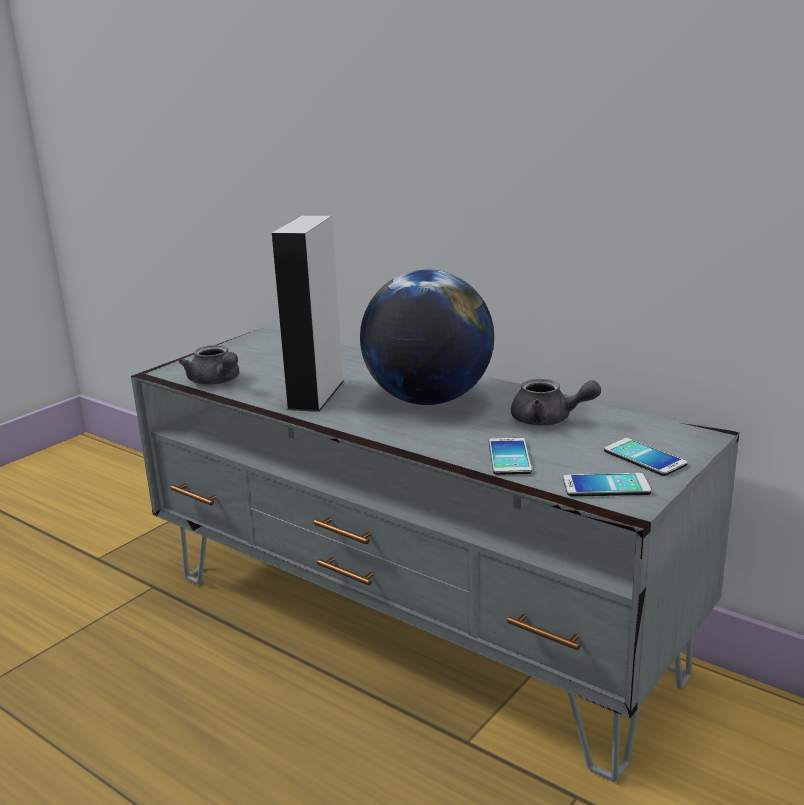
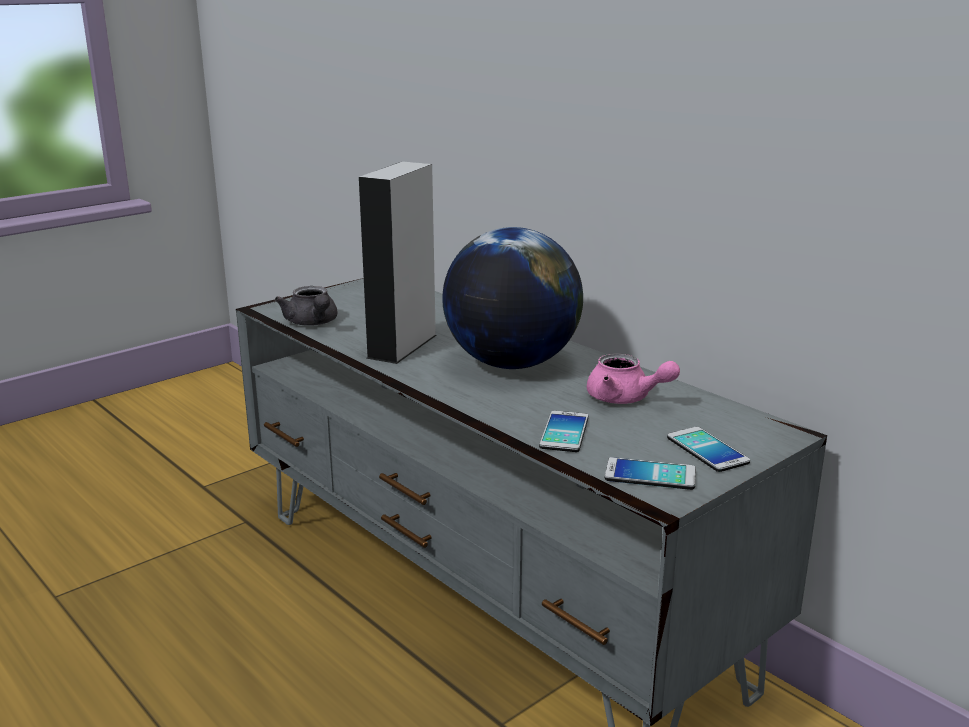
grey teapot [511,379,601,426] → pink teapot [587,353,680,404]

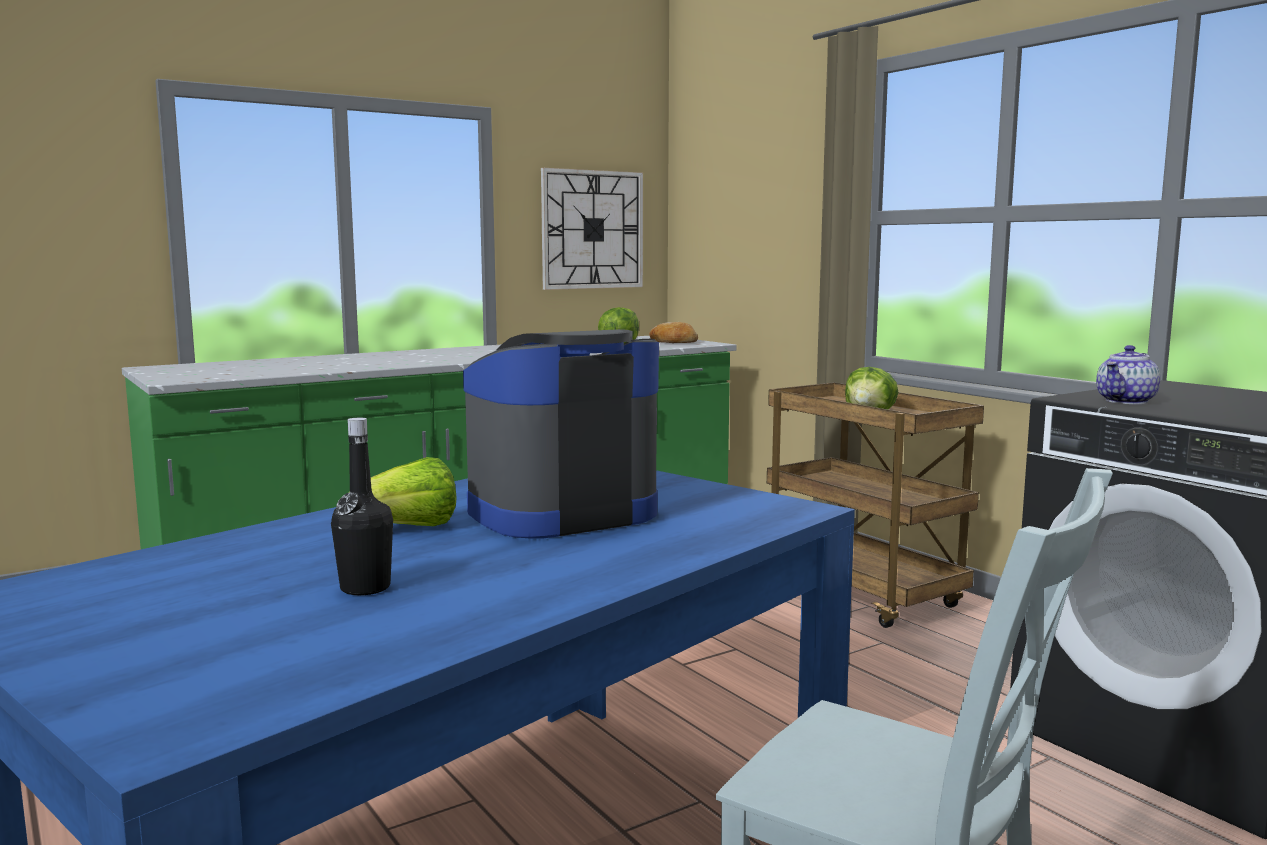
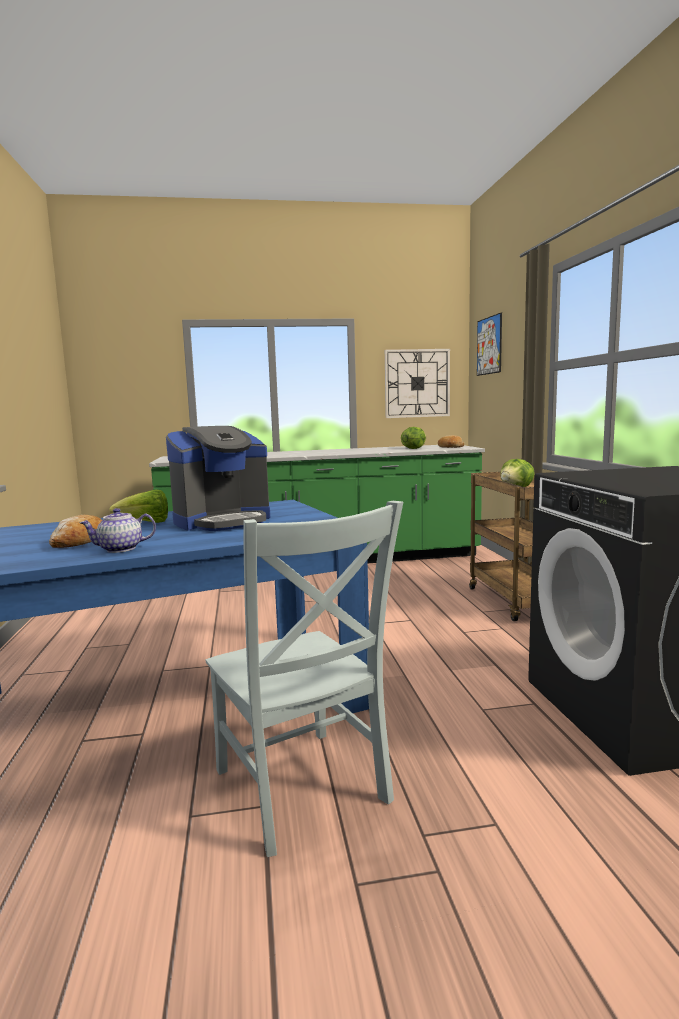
black bottle [331,418,393,595] → bread [49,515,102,548]
teapot [1096,345,1160,404] → teapot [80,508,156,553], move
coffee machine [463,329,659,538] → coffee machine [166,426,270,531], 150 degrees clockwise
- → picture [477,313,502,376]

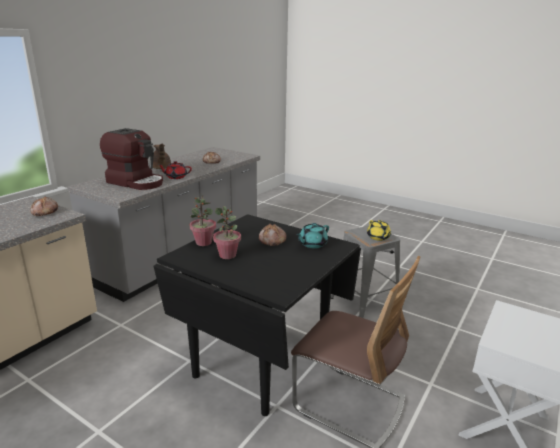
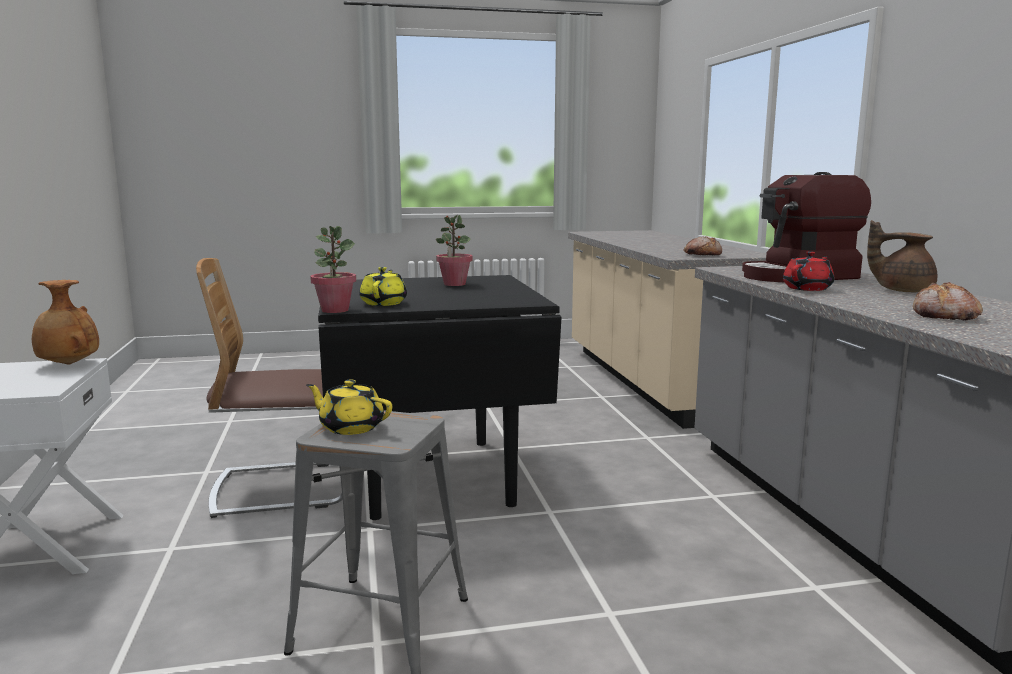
- → brown vase [32,280,99,365]
potted plant [190,196,216,246] → potted plant [310,226,356,313], move
turquoise teapot [296,223,329,248] → yellow teapot [360,267,407,306]
bread [259,224,286,246] → -

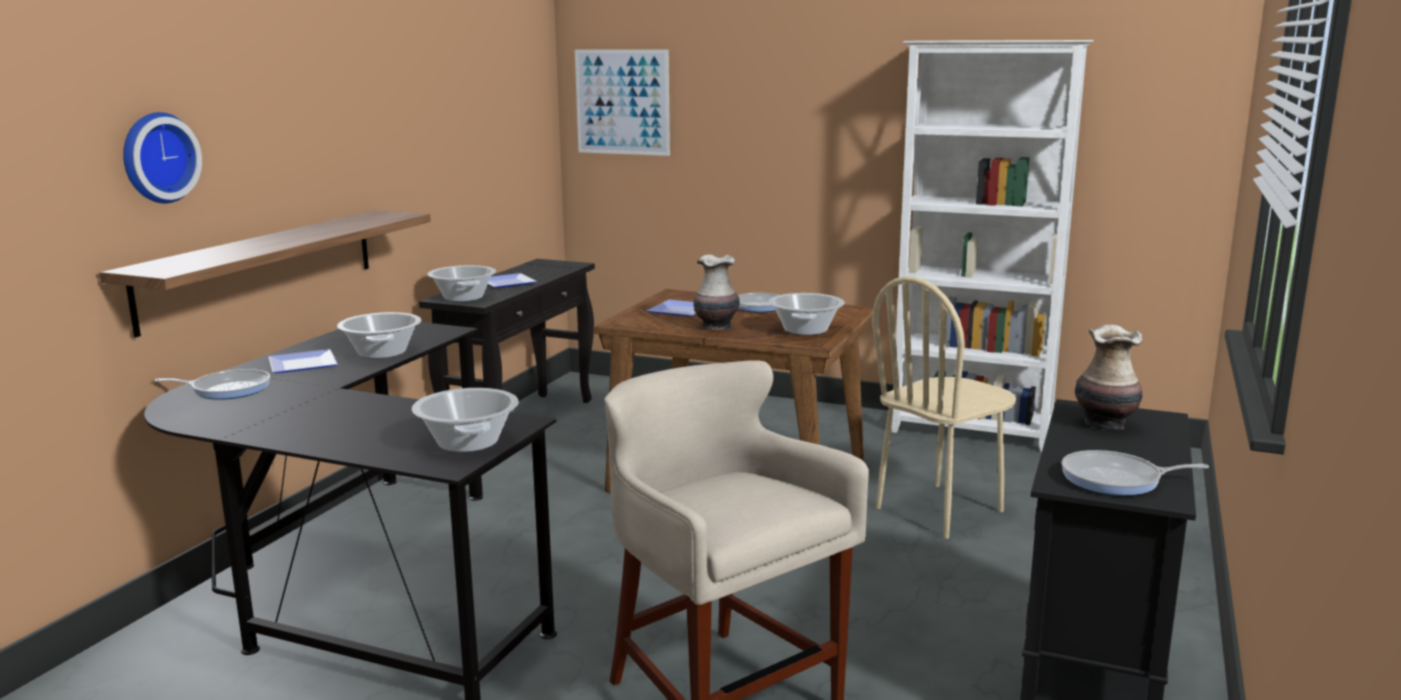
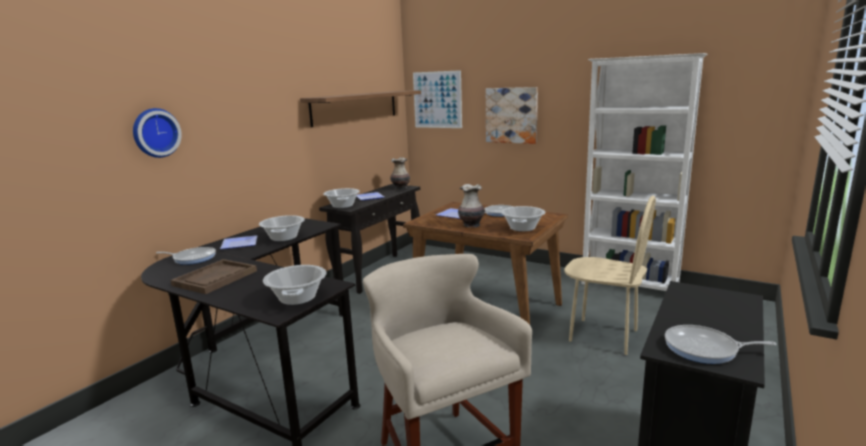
- → brown tray [170,259,257,294]
shelf [100,210,431,338] → shelf [300,90,421,127], move
vase [1075,324,1143,430] → vase [390,157,410,190], move
- → picture [486,87,538,144]
beige chair [872,276,1016,538] → beige chair [564,196,656,355], 120 degrees counterclockwise

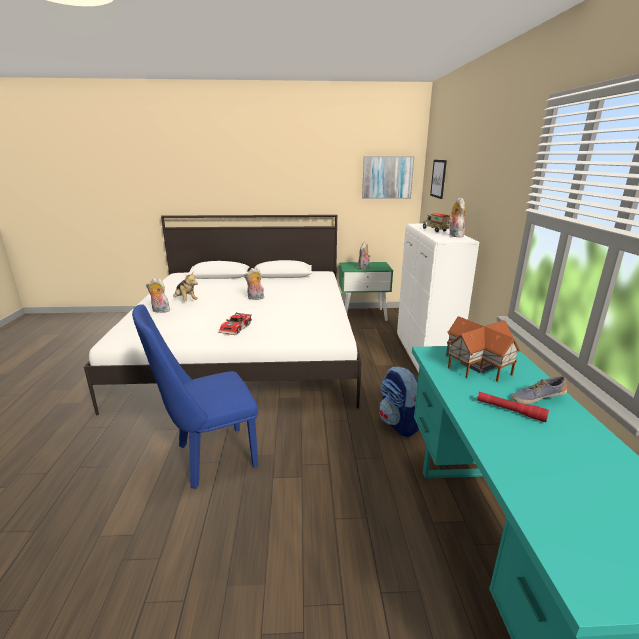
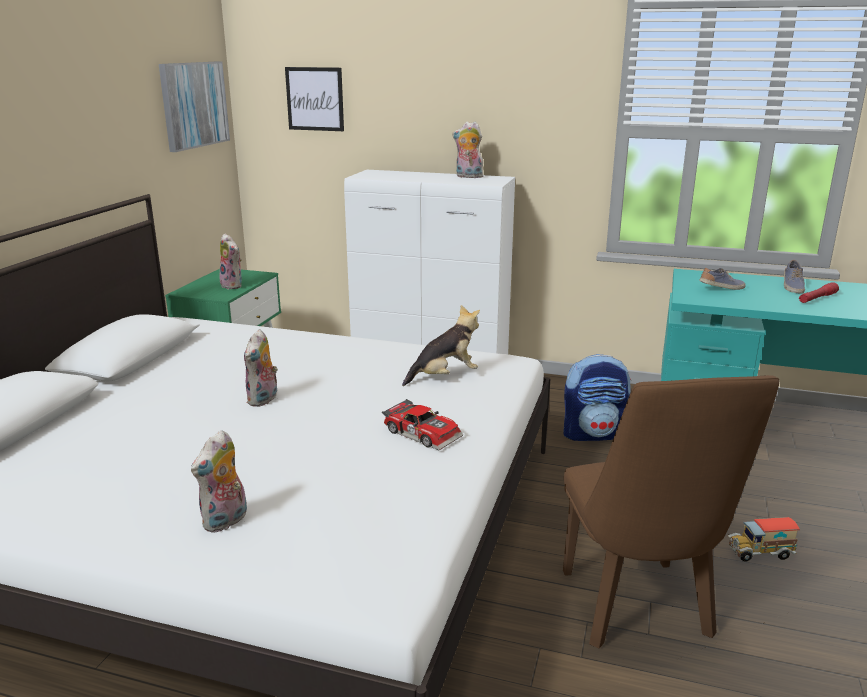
plush toy [173,273,198,301] → plush toy [402,305,480,386], move
blue chair [132,304,258,489] → brown chair [563,375,780,648]
toy house [446,316,521,382] → shoe [699,268,746,290]
toy truck [423,213,450,232] → toy truck [728,517,800,562], move

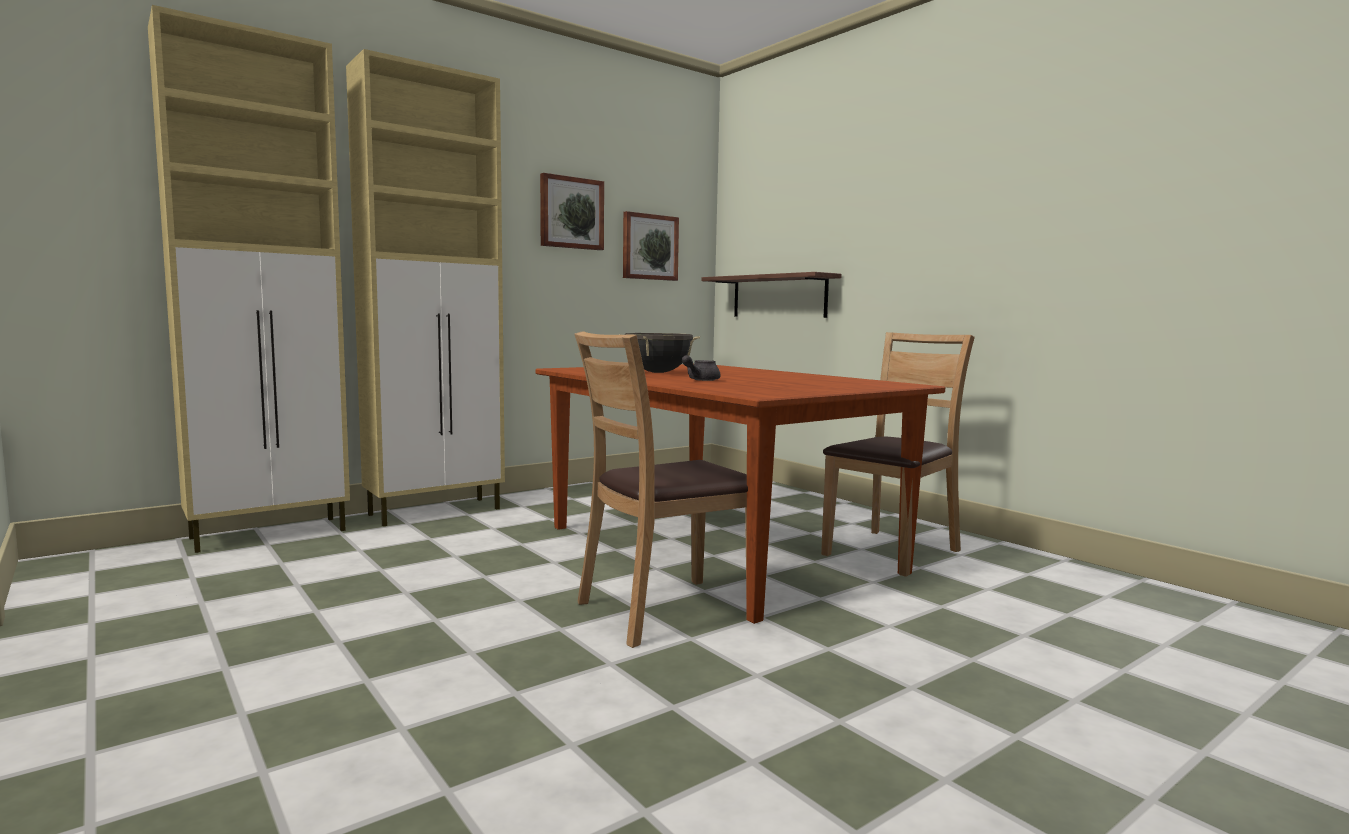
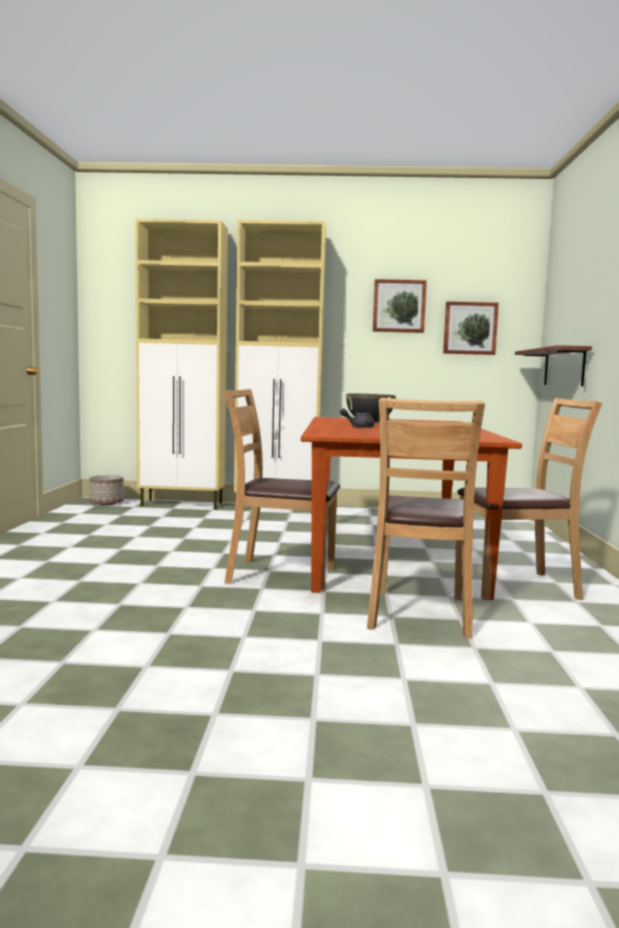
- → planter [89,475,124,505]
- → brown chair [367,398,485,638]

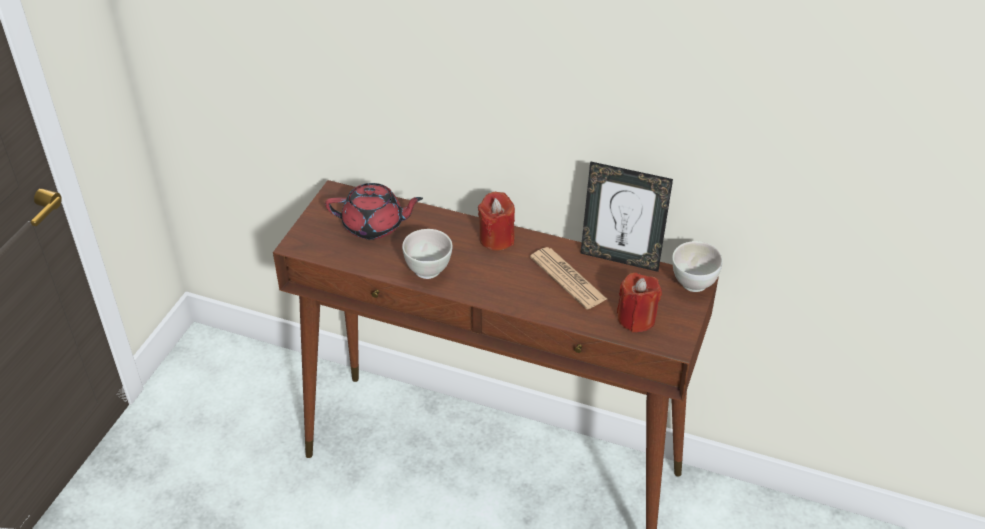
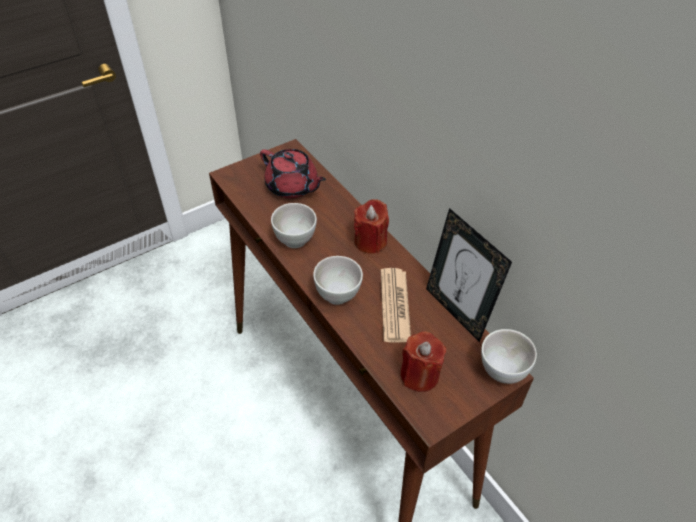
- → white bowl [313,256,363,305]

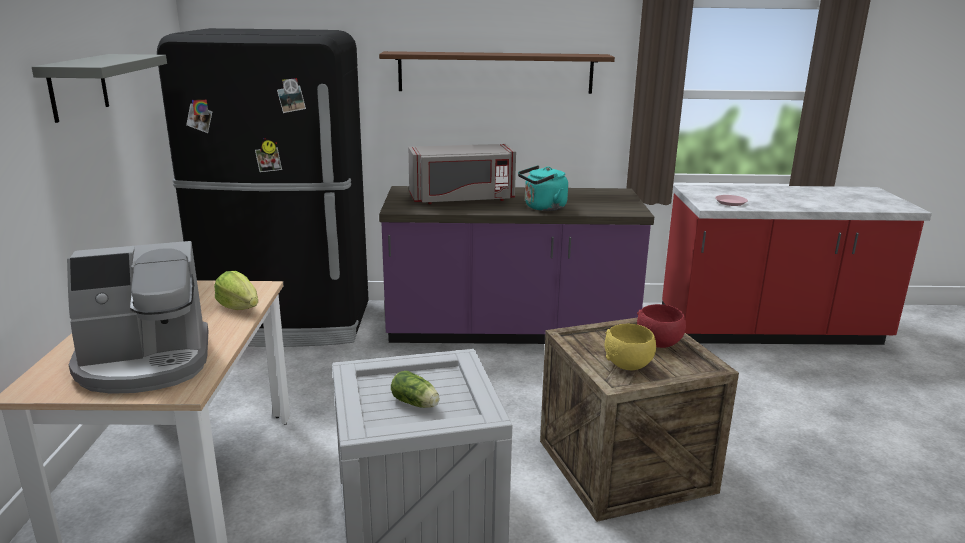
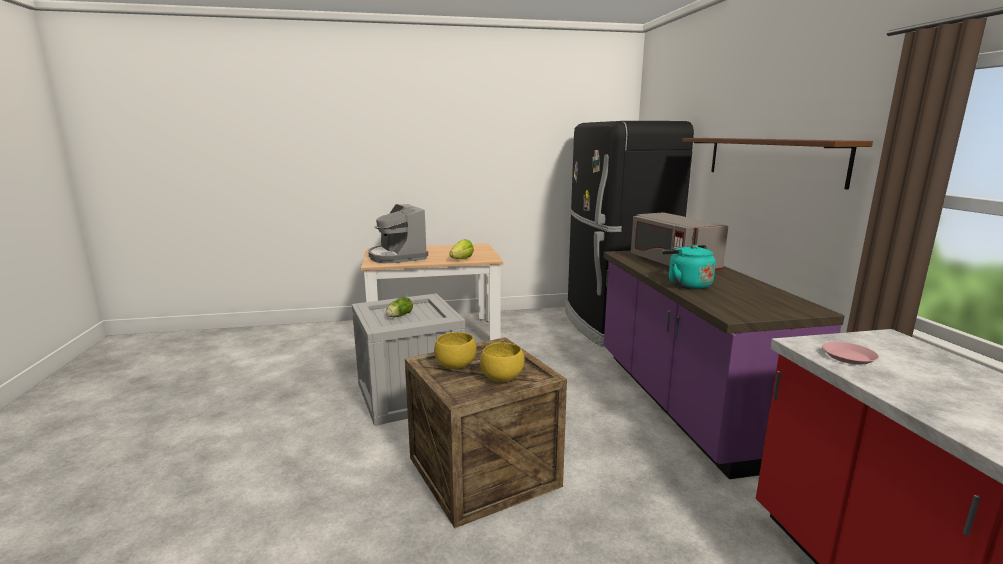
red bowl [637,304,686,348] → yellow bowl [480,342,525,382]
grey shelf [32,54,167,123] → -

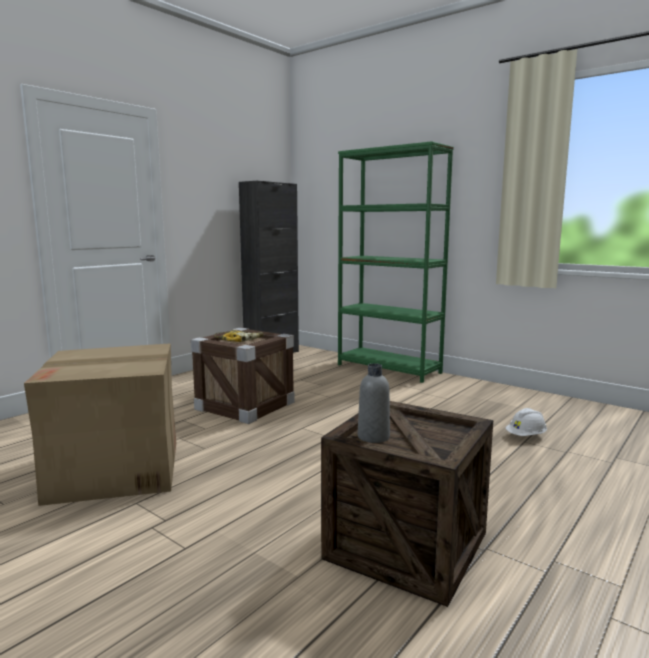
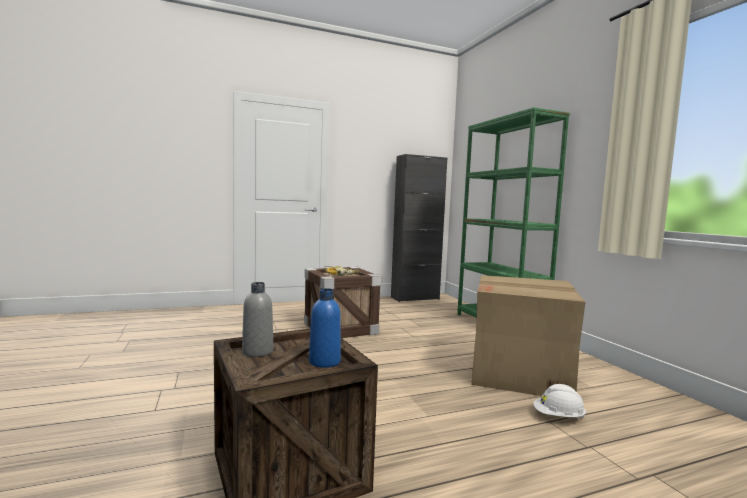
- → blue bottle [309,288,341,368]
cardboard box [24,343,176,506] → cardboard box [471,275,586,396], move

